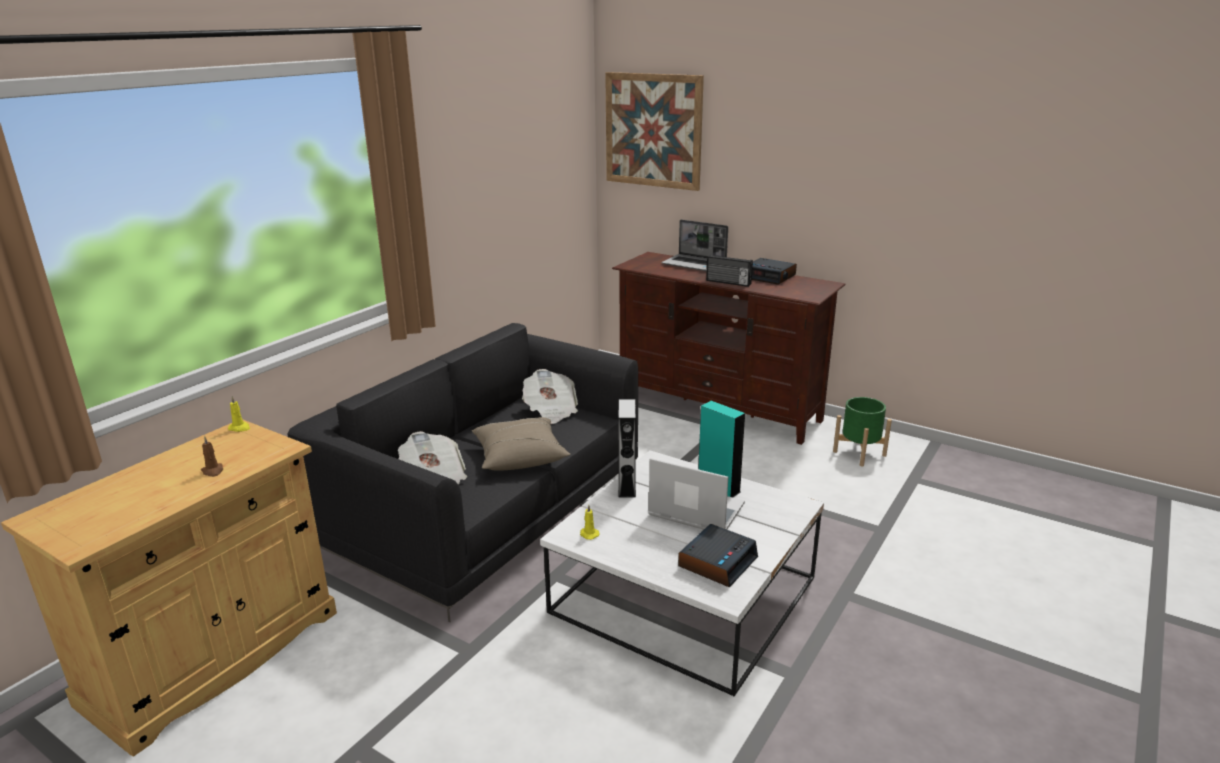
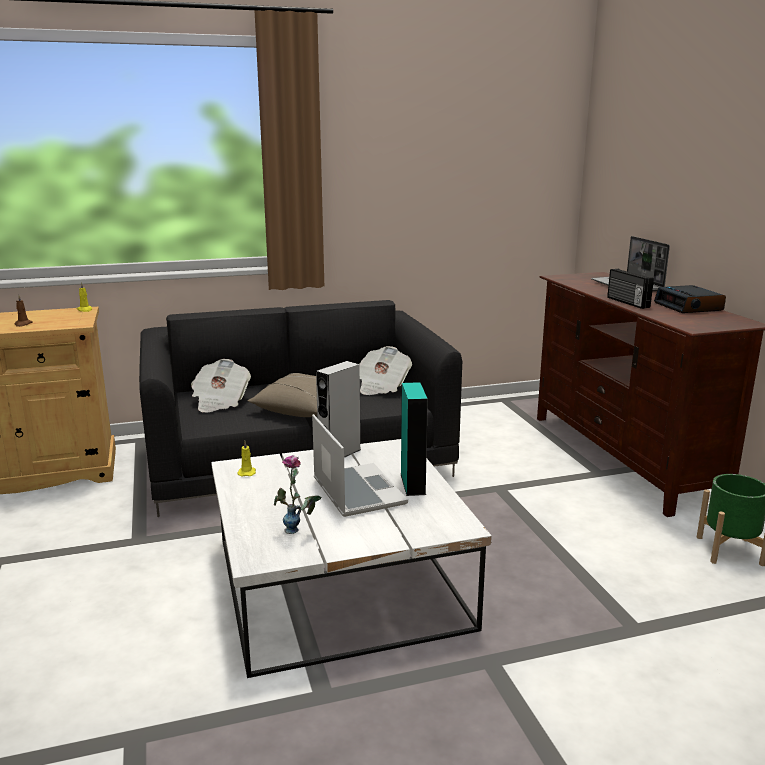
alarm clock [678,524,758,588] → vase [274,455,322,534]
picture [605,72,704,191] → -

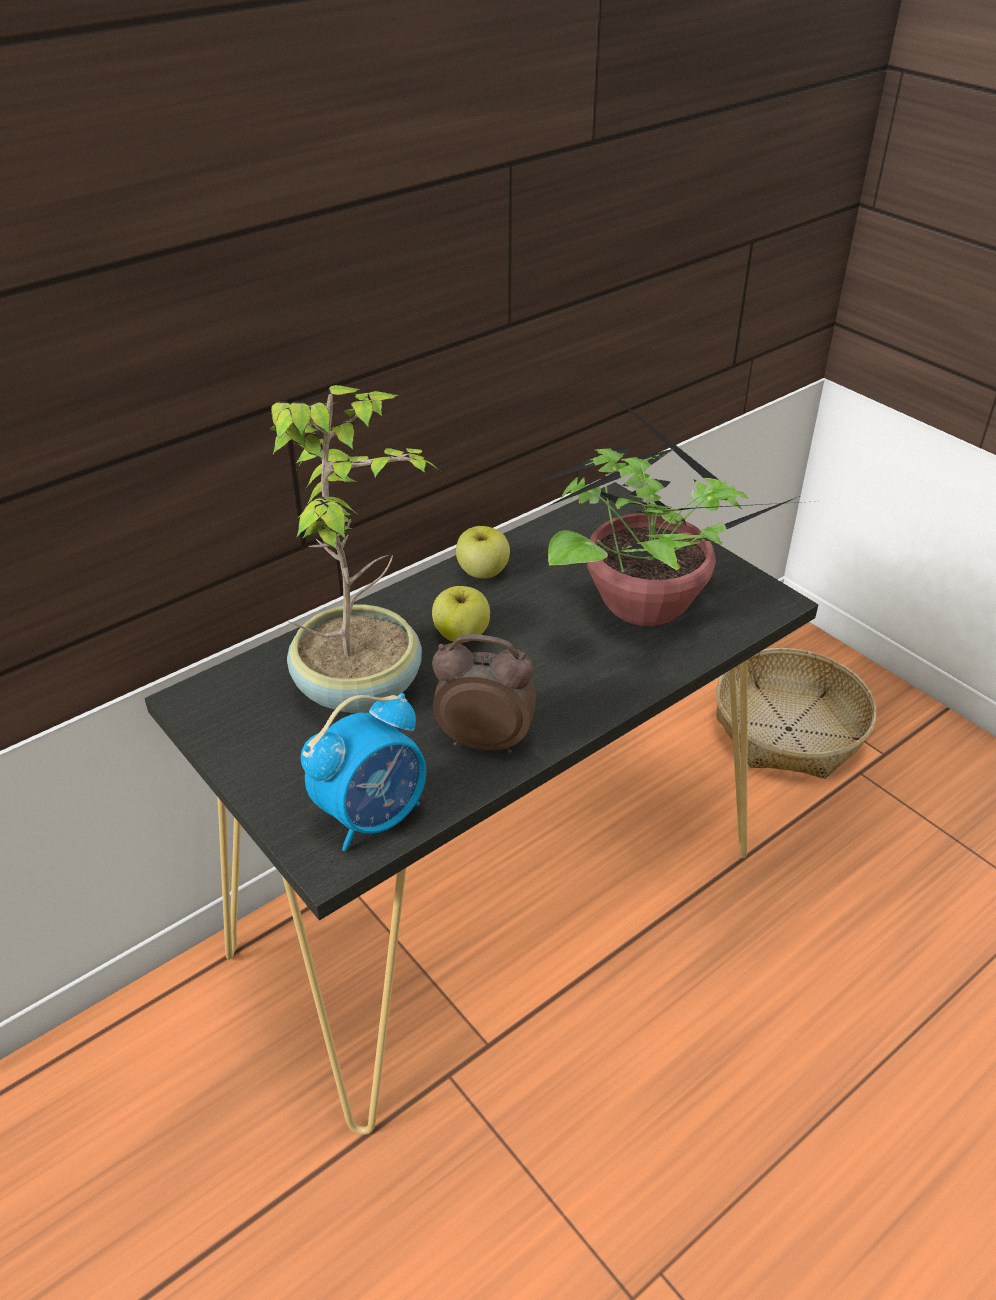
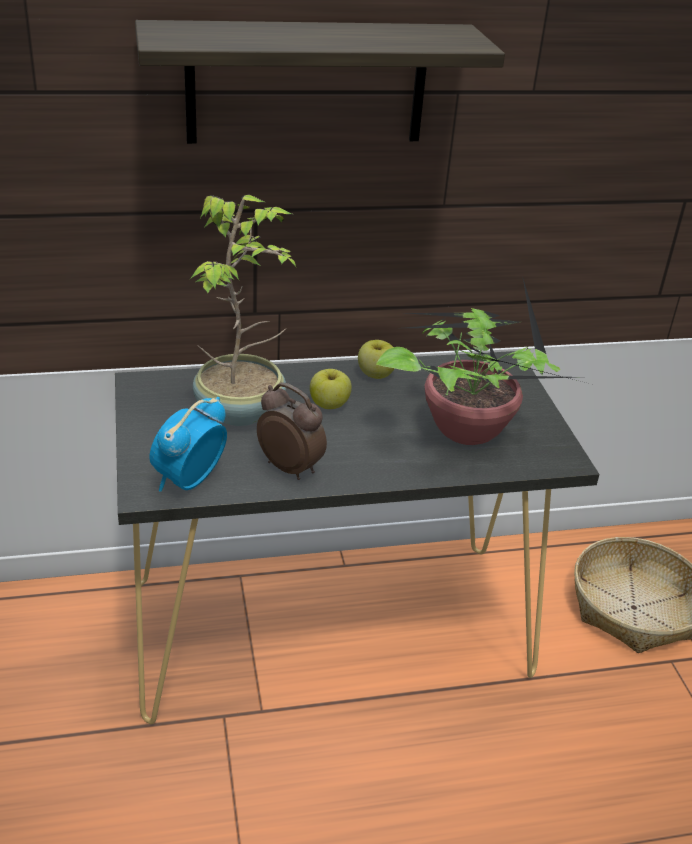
- → shelf [135,20,505,144]
alarm clock [301,693,426,851] → alarm clock [149,397,227,492], 135 degrees clockwise

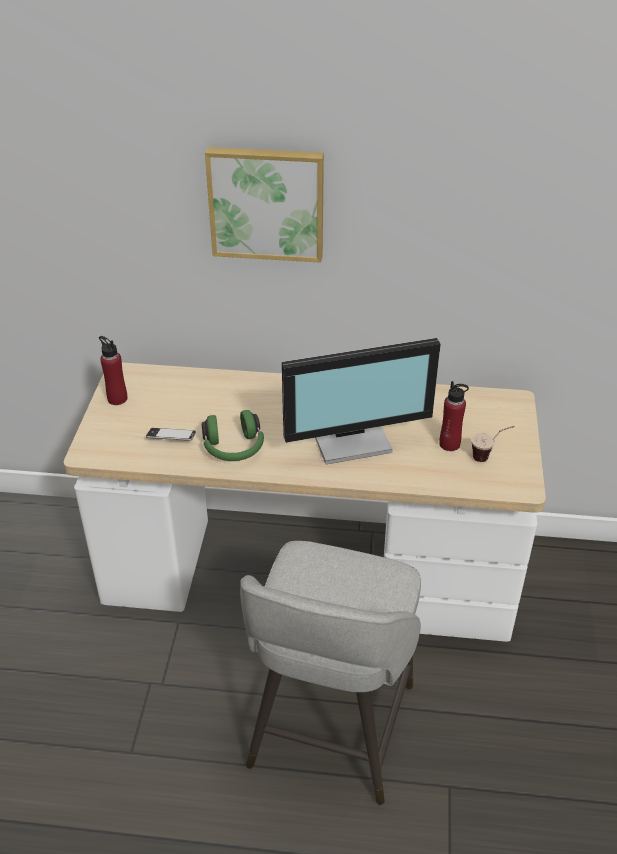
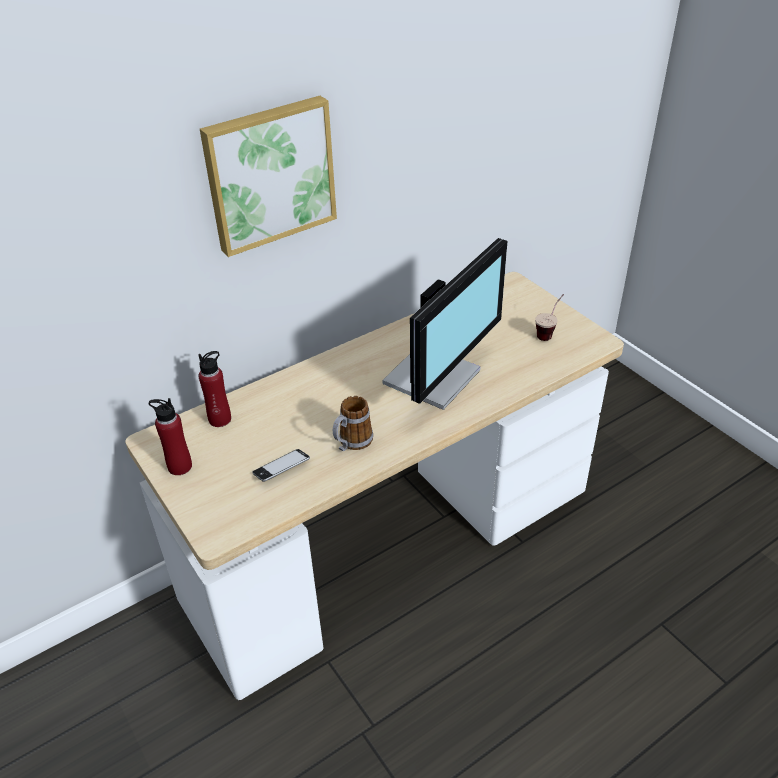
red bottle [439,381,469,451] → red bottle [198,351,231,427], move
green headphones [202,410,264,461] → mug [333,396,373,451]
grey stool [240,541,421,805] → -

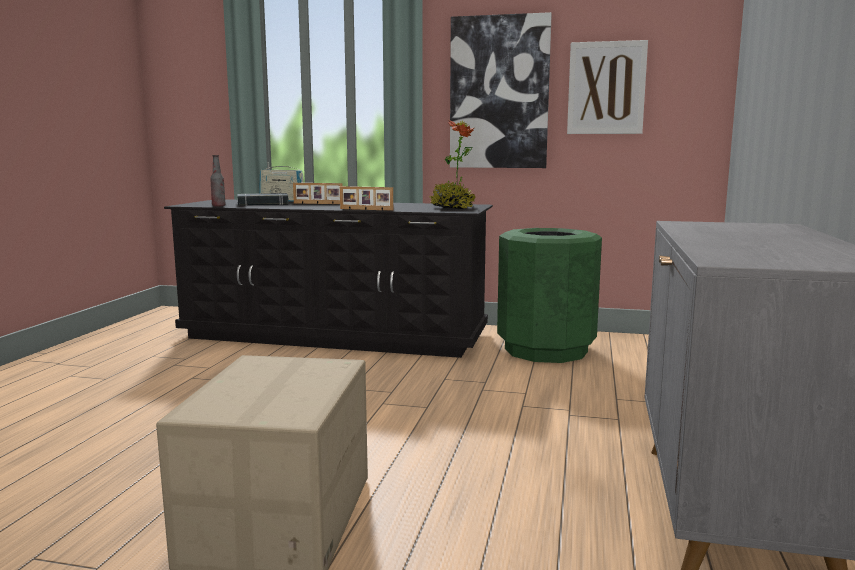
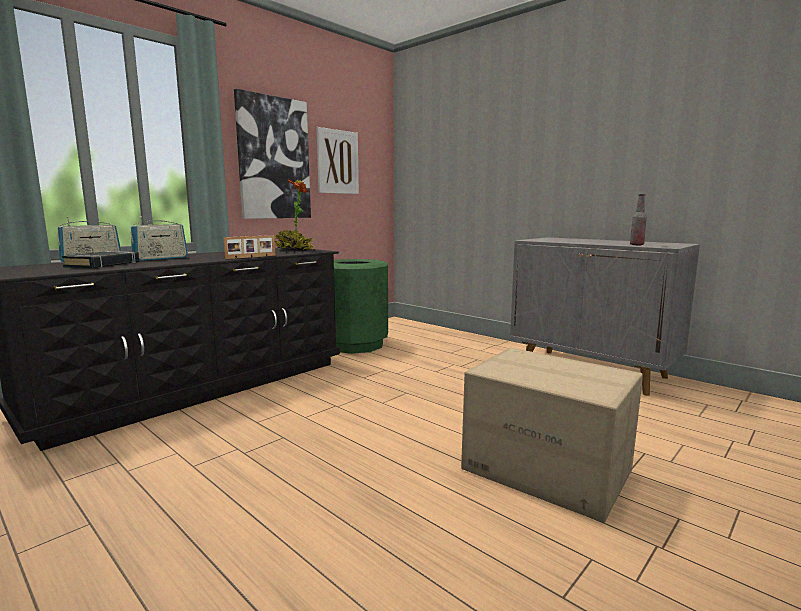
picture frame [293,183,343,204] → radio [130,216,188,261]
bottle [210,155,225,207] → bottle [630,194,647,245], move

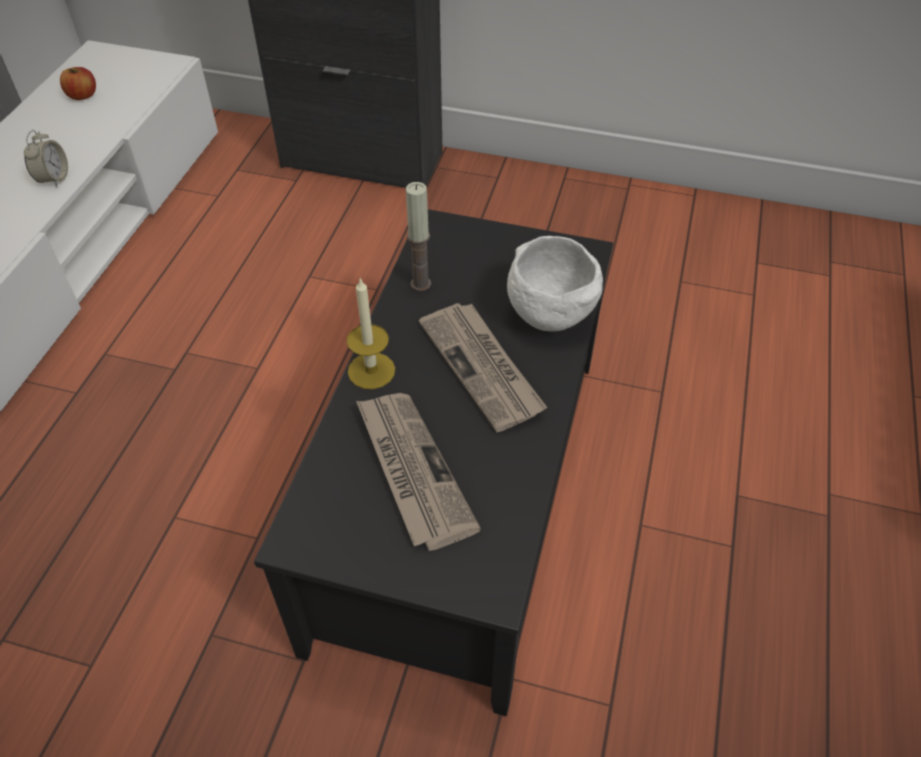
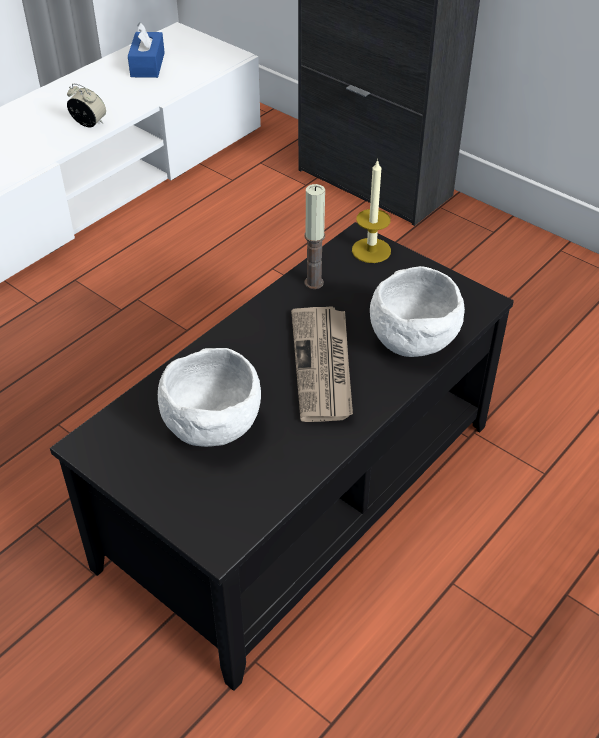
alarm clock [24,130,68,188] → alarm clock [67,84,106,127], 90 degrees counterclockwise
apple [60,67,96,100] → blue tissue box [128,22,165,78]
newspaper [356,393,481,551] → white bowl [158,348,261,447]
candle [347,277,395,389] → candle [352,159,391,263], move

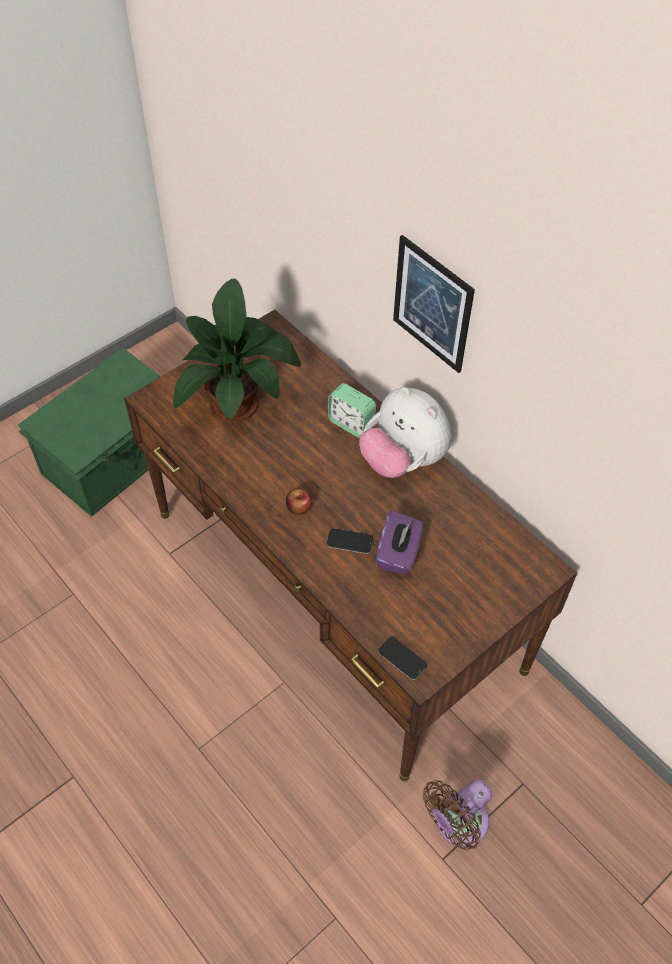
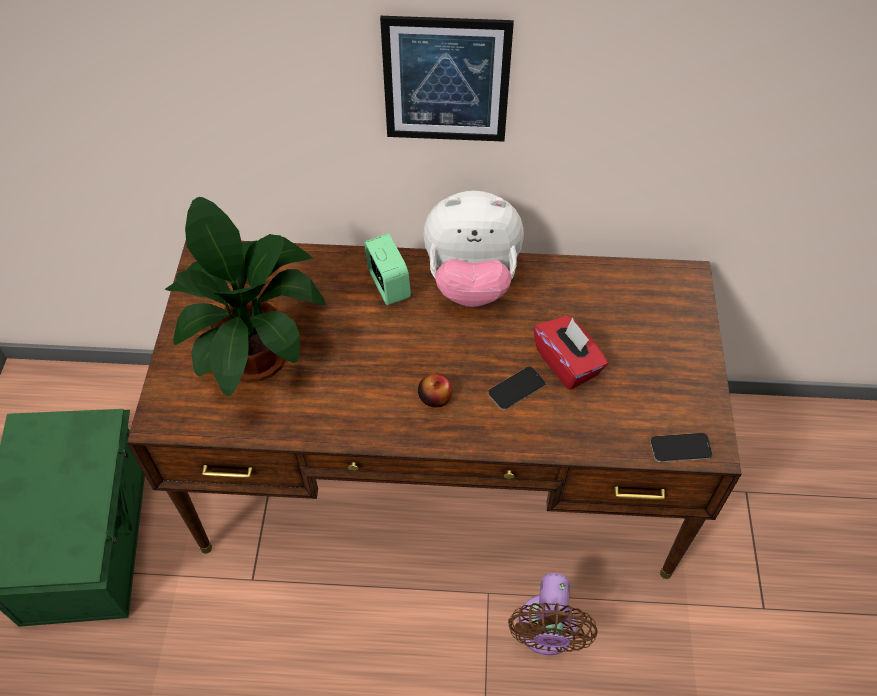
alarm clock [328,383,376,438] → alarm clock [364,233,411,305], 105 degrees counterclockwise
brown fan [423,779,492,850] → brown fan [508,573,597,655], move
purple tissue box [376,510,423,575] → red tissue box [534,315,608,389]

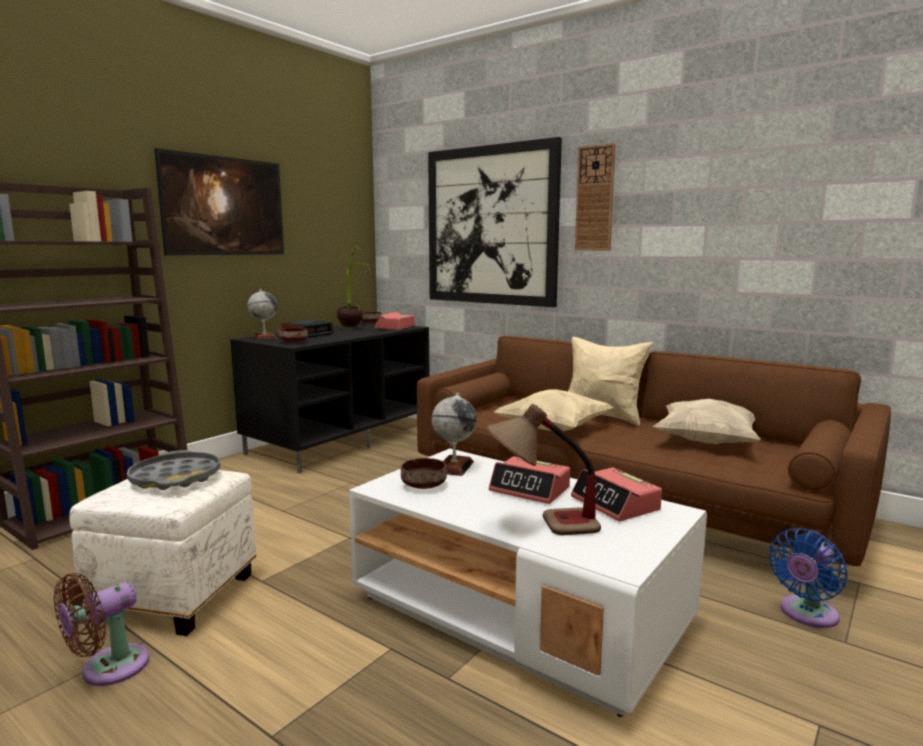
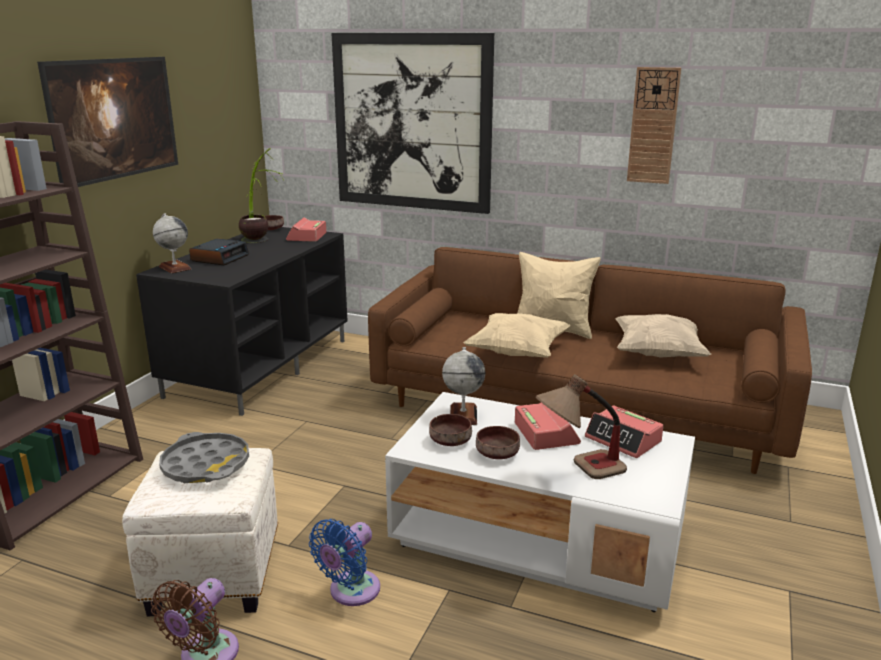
blue fan [769,528,847,628] → blue fan [309,519,380,606], move
brown bowl [278,328,308,343] → brown bowl [476,426,520,459], move
alarm clock [489,456,570,504] → alarm clock [515,403,581,450], 120 degrees counterclockwise
wall clock [575,143,616,251] → wall clock [627,67,681,184], move

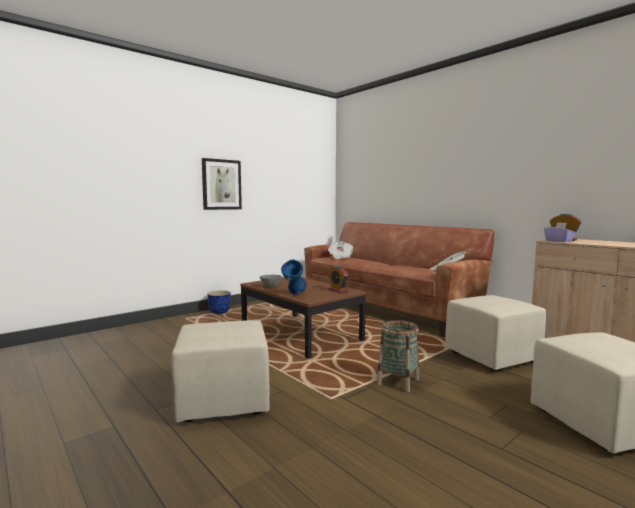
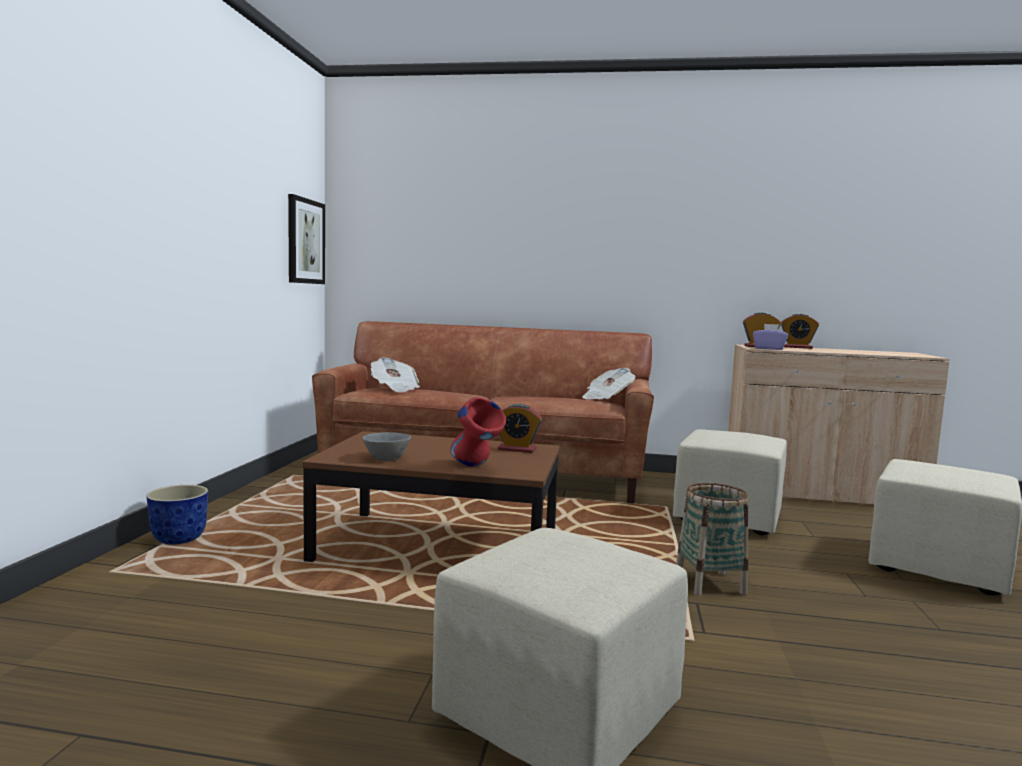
picture [202,158,242,210] → picture [288,194,325,284], move
blue vase [281,259,307,294] → red vase [450,397,506,467]
- → alarm clock [781,314,819,349]

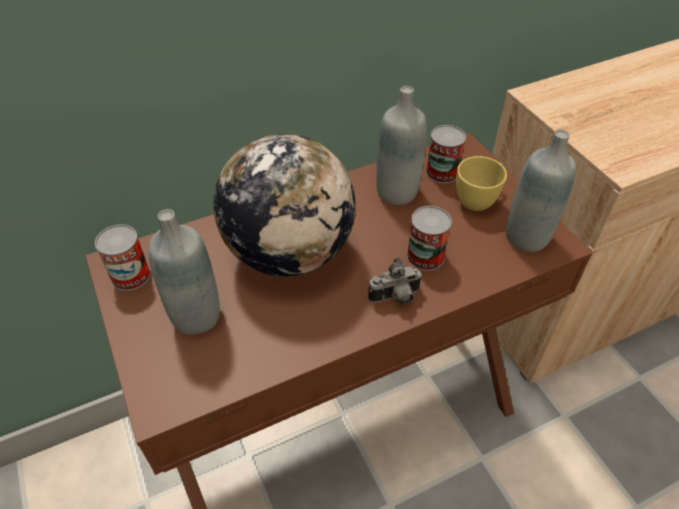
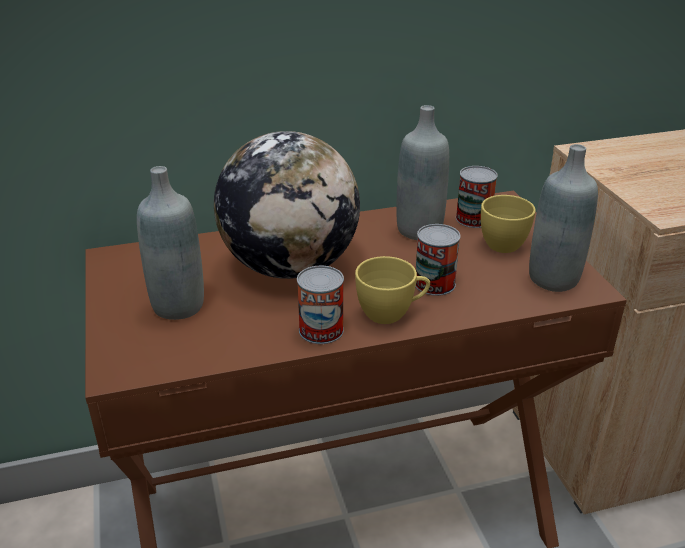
can [95,224,150,291] → can [297,265,344,344], move
photo camera [368,257,422,305] → yellow cup [355,256,430,324]

